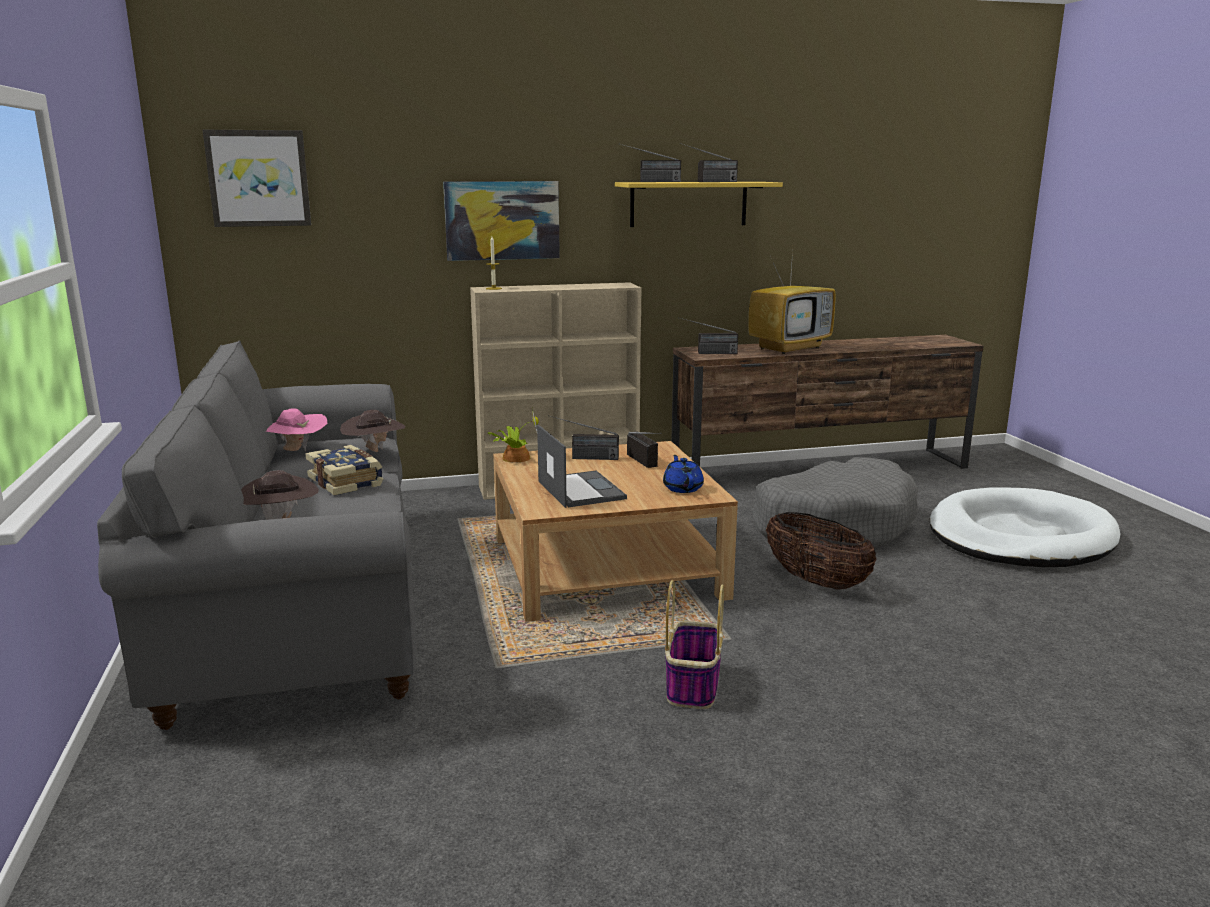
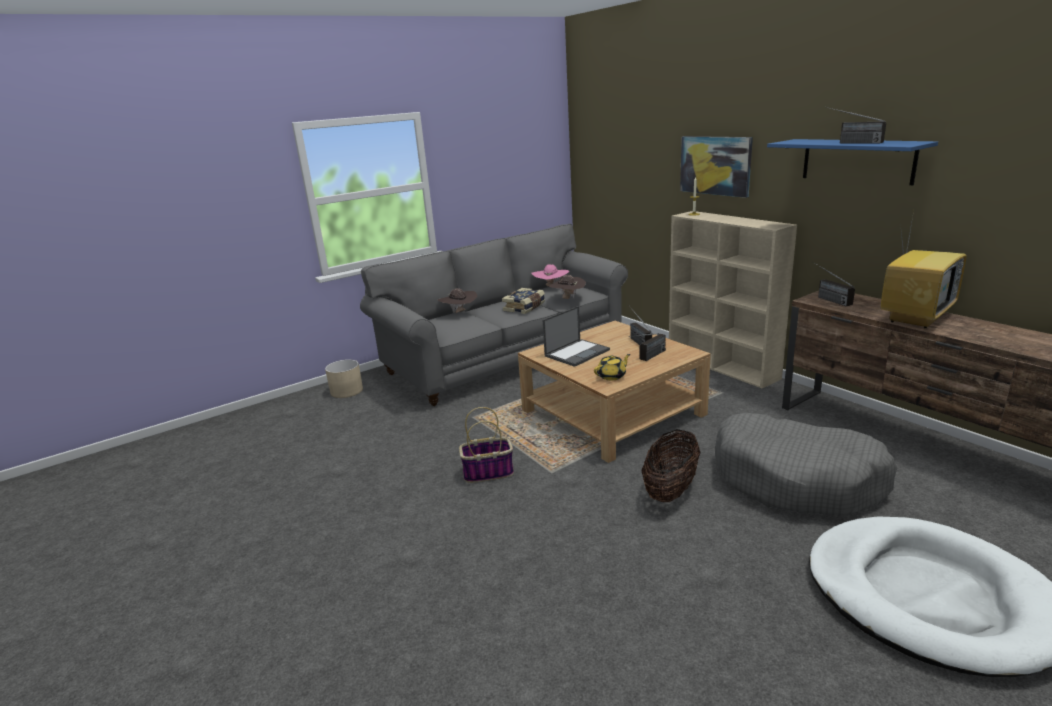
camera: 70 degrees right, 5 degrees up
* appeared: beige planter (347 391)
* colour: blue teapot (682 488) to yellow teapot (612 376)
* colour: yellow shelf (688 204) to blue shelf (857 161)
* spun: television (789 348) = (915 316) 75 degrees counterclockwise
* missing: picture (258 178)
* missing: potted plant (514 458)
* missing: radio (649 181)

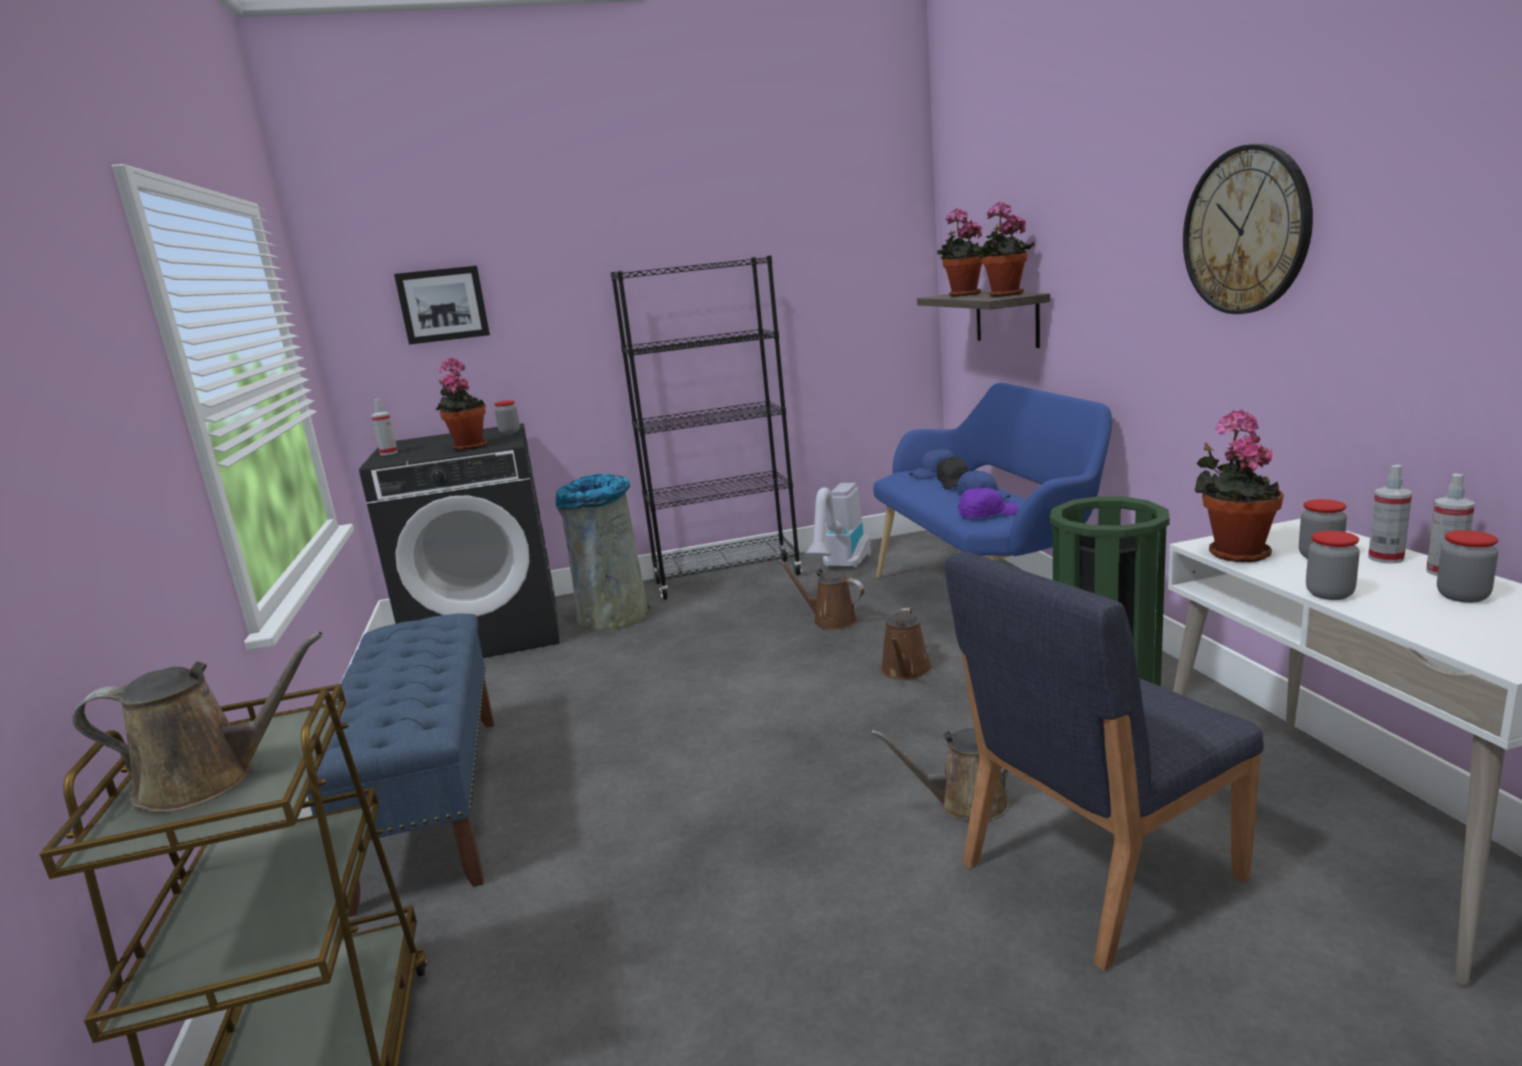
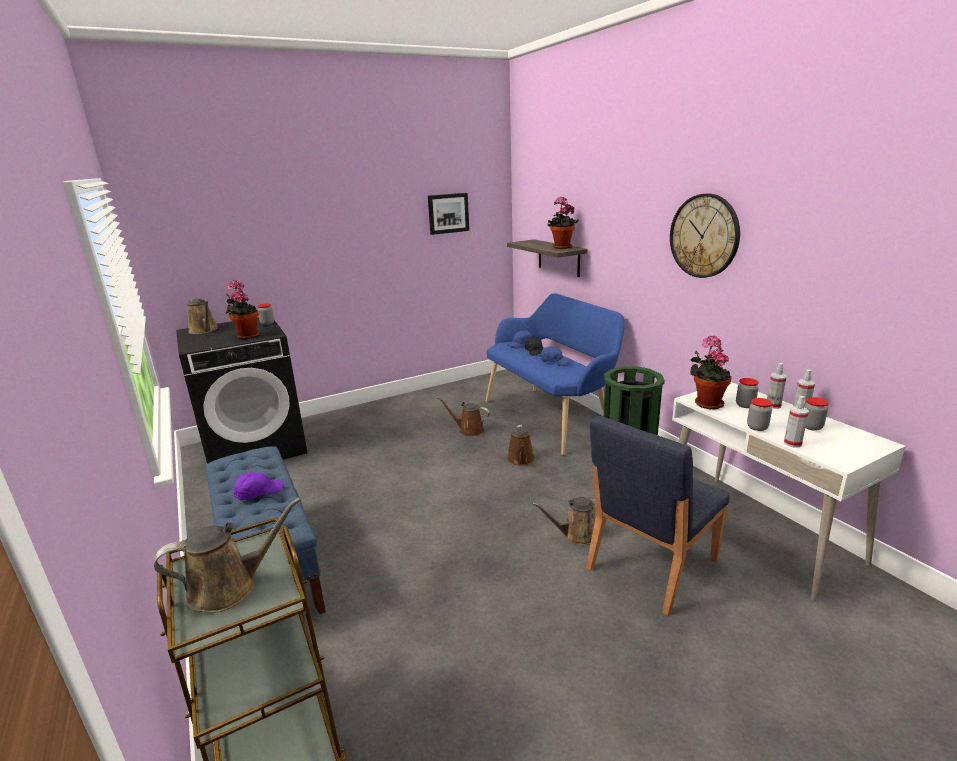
camera: 15 degrees left, 5 degrees up
* appeared: brown watering can (204 330)
* relocated: purple cap (986 515) to (258 492)
* relocated: picture (443 305) to (448 213)
* relocated: spray bottle (389 453) to (792 443)
* missing: grey trash can (612 616)
* missing: black bookcase (727 579)
* missing: vacuum cleaner (841 568)
* missing: potted plant (962 295)

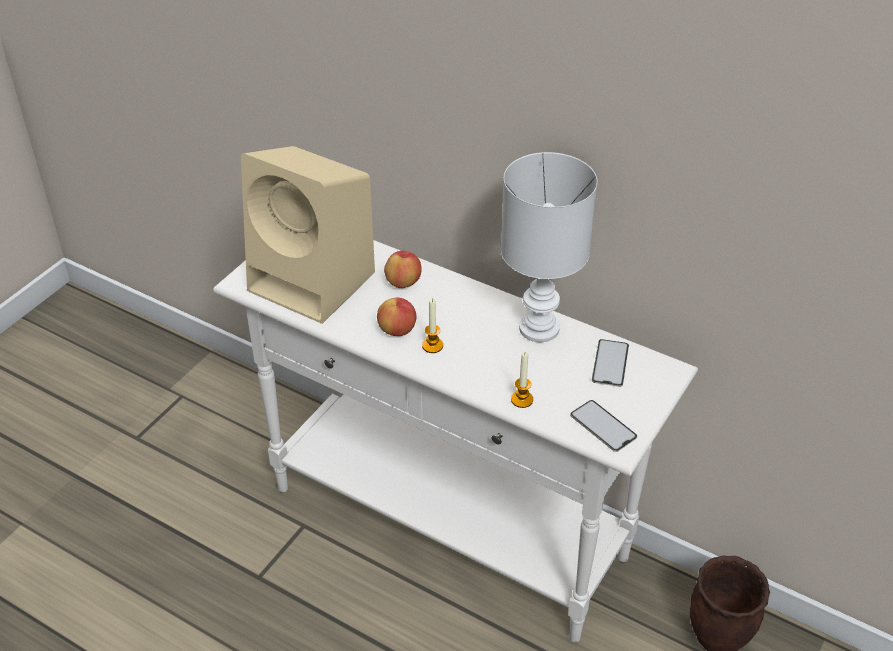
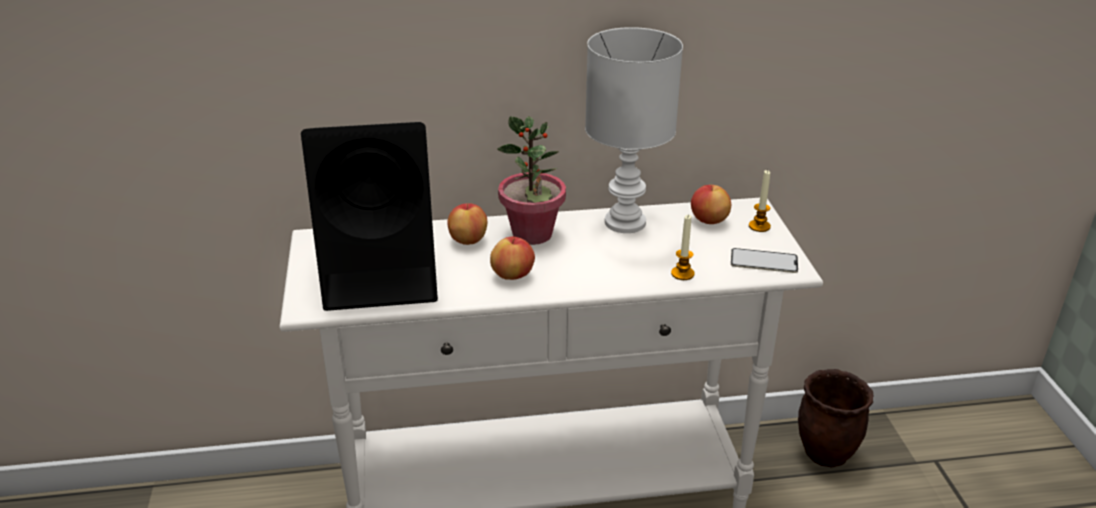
camera: 40 degrees left, 10 degrees down
* colour: beige speaker (315 282) to black speaker (384 274)
* appeared: potted plant (532 234)
* exchanged: phone (610 363) to apple (708 220)
* relocated: candle (432 346) to (759 226)

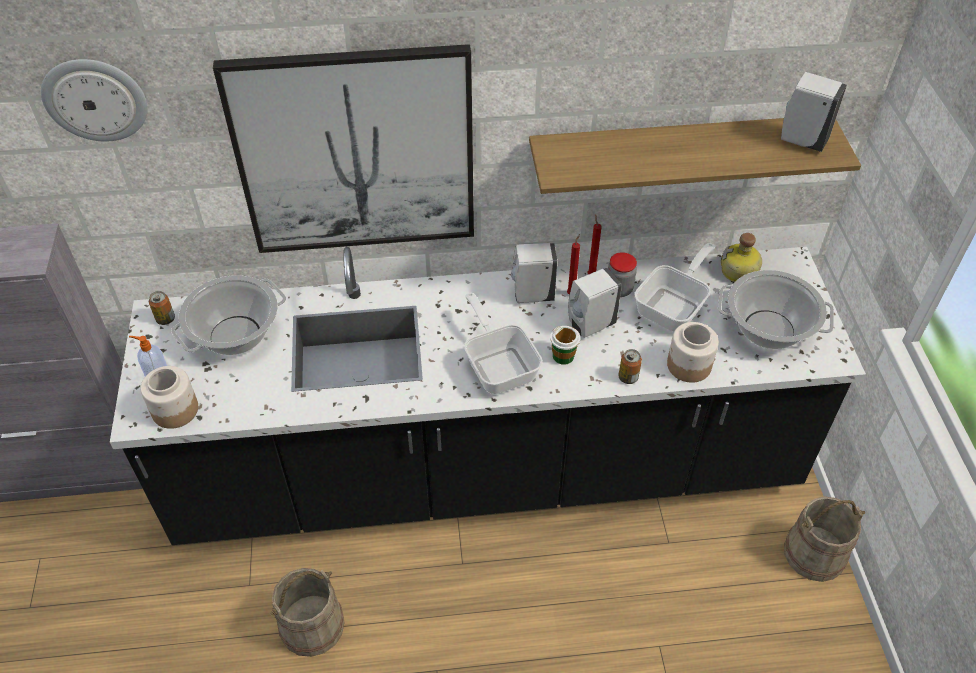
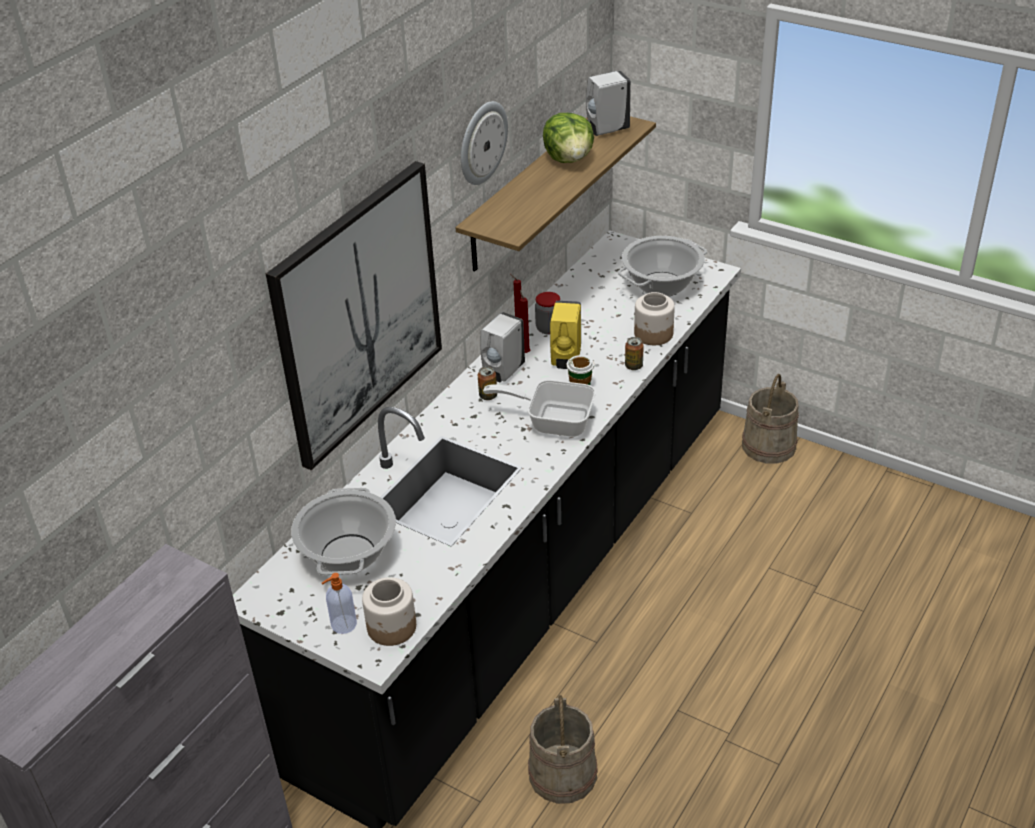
camera: 50 degrees left, 10 degrees down
* relocated: wall clock (95 99) to (481 142)
* relocated: can (165 319) to (488 396)
* appeared: lettuce (569 159)
* colour: white soap dispenser (589 325) to yellow soap dispenser (566 359)
* missing: frying pan (674 306)
* missing: bottle (739 272)

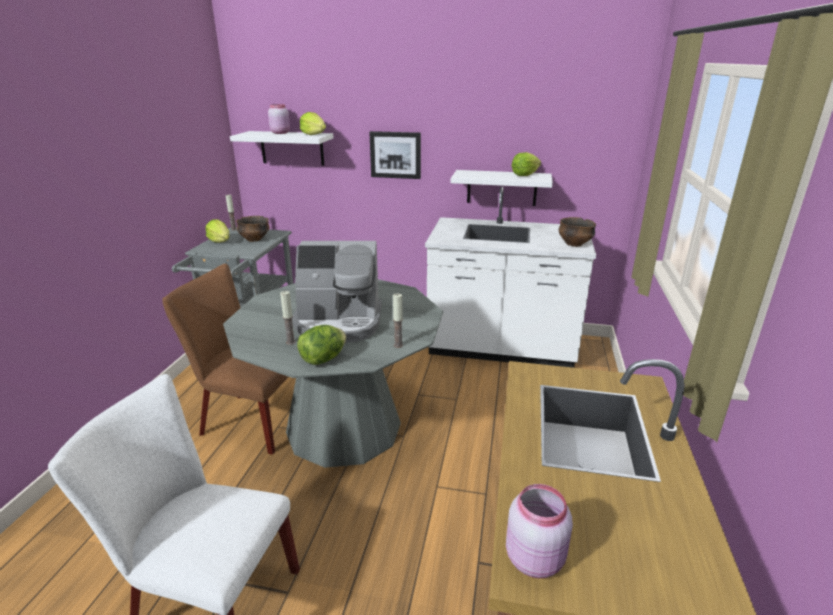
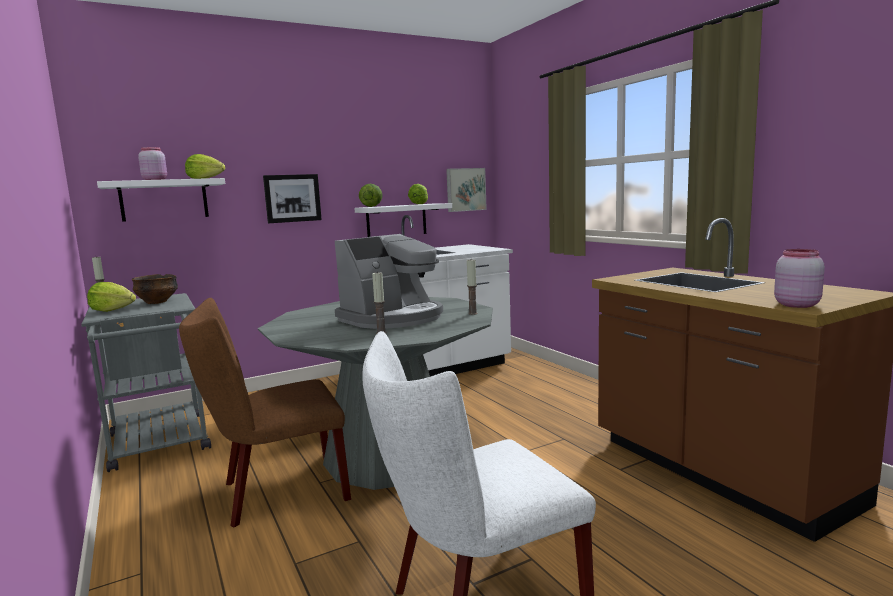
camera: 40 degrees left, 15 degrees down
* relocated: lettuce (323 359) to (371 206)
* appeared: picture (465 189)
* missing: bowl (574 244)

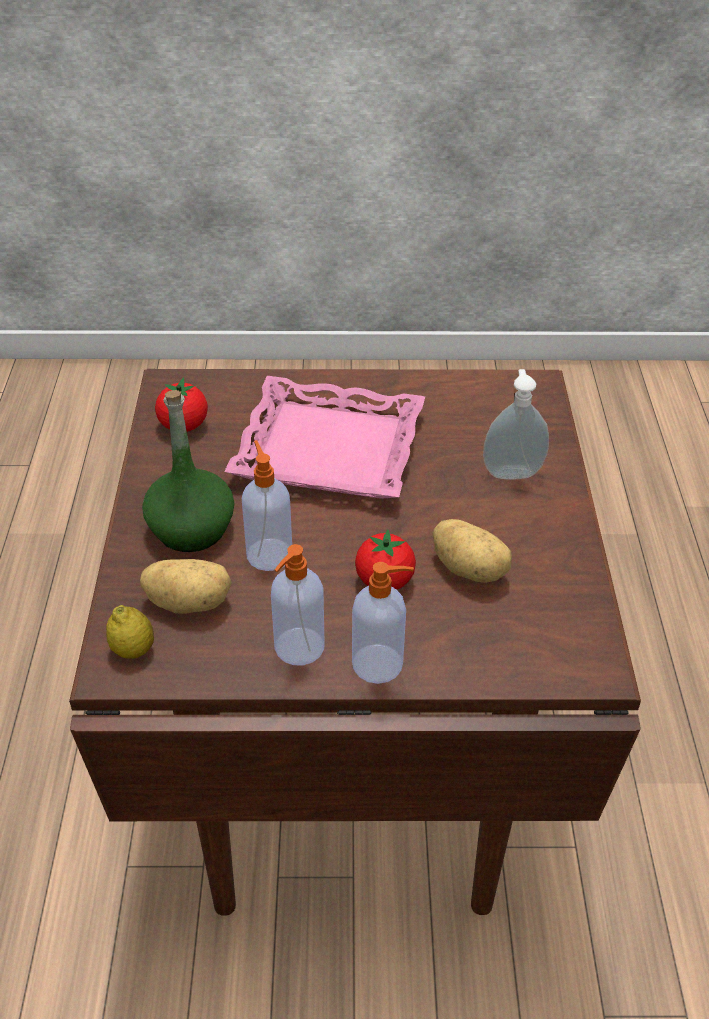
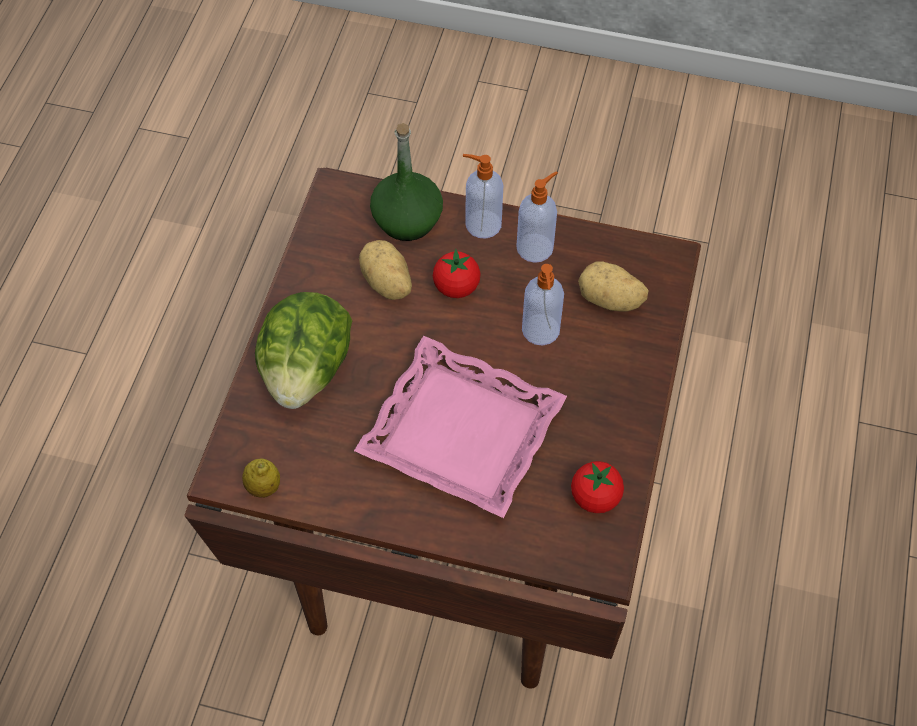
camera: 165 degrees left, 15 degrees up
* relocated: lemon (133 650) to (263 487)
* exchanged: soap dispenser (511 471) to lettuce (306 371)
* relocated: green bottle (191 529) to (407 220)

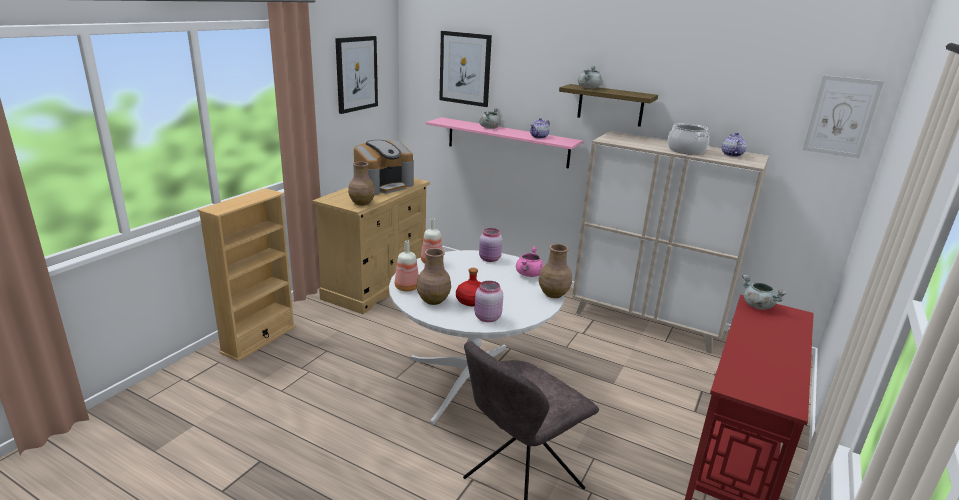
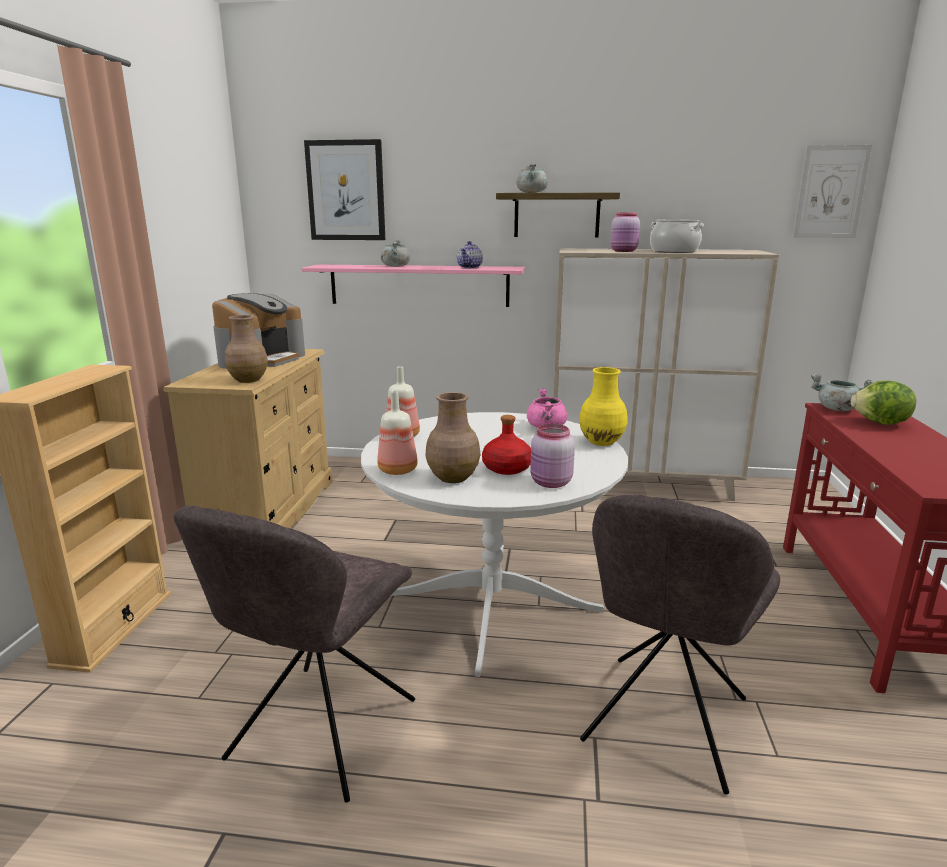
camera: 20 degrees left, 5 degrees down
* appeared: grey chair (319 734)
* colour: brown vase (554 294) to yellow vase (602 442)
* relocated: pink jar (490 259) to (624 251)
* appeared: lettuce (880 423)
* missing: picture (356 74)
* missing: teapot (731 154)

